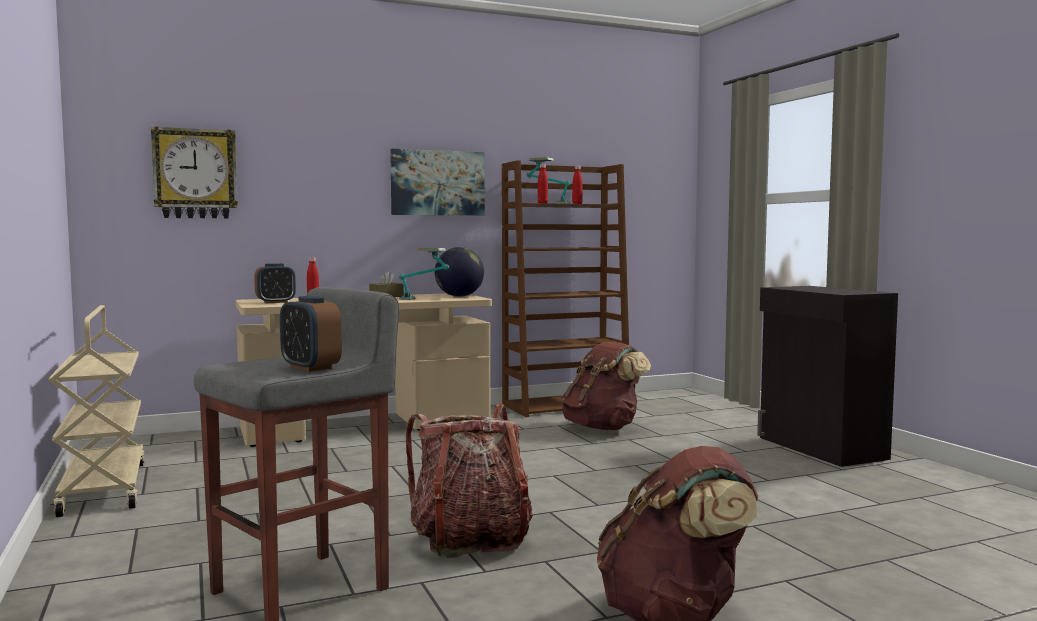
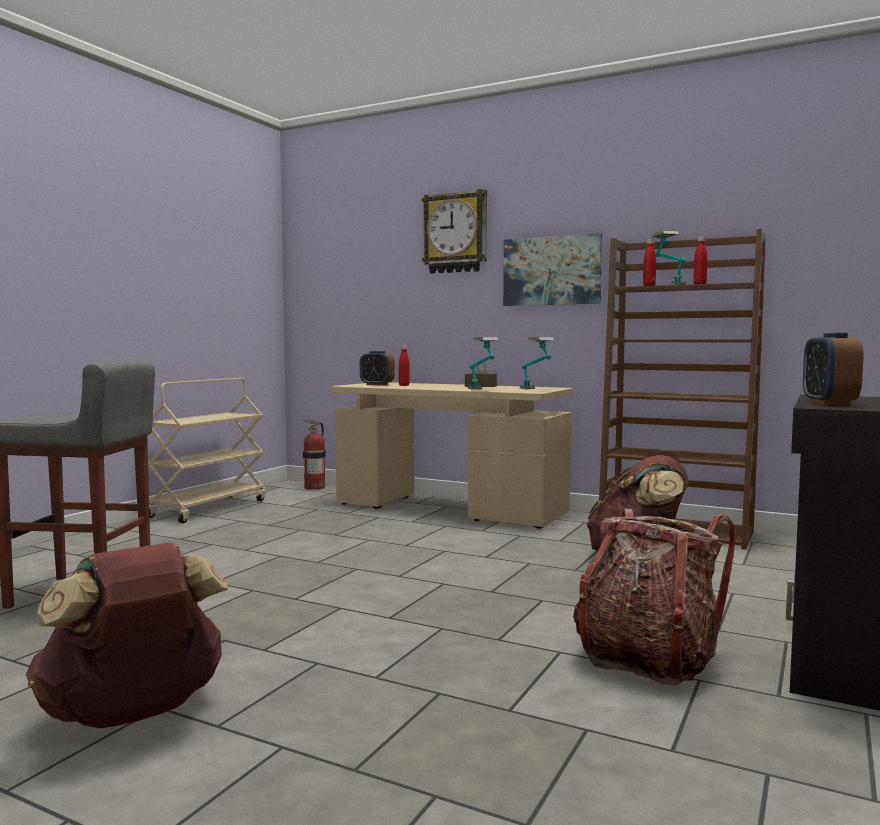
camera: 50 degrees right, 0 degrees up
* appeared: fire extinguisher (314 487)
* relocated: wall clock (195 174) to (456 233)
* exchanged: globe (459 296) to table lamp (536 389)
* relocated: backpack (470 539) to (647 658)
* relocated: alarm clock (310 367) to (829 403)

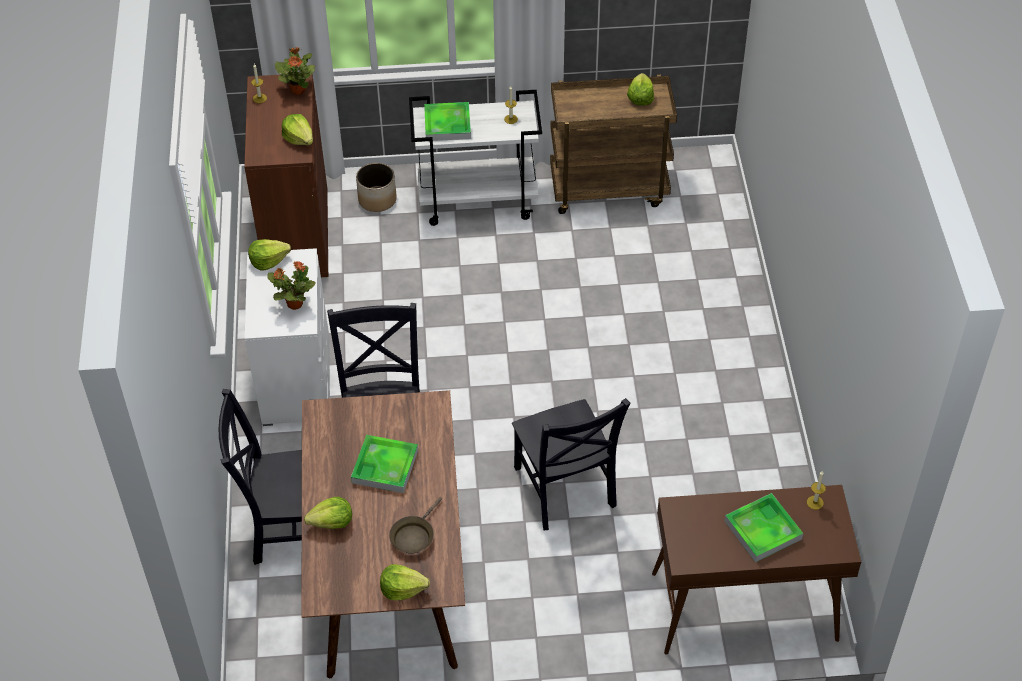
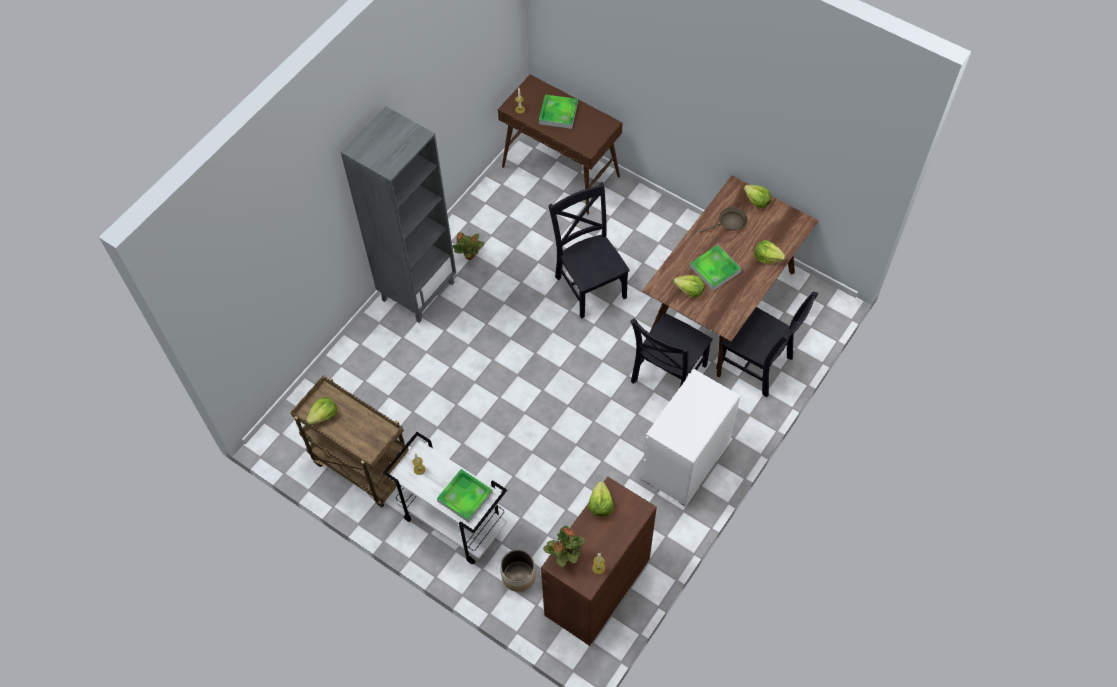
camera: 140 degrees left, 10 degrees up
* appeared: grey bookcase (418 290)
* relocated: potted plant (294 304) to (470 255)
* spun: black chair (565 490) = (589 284) 45 degrees counterclockwise
* relocated: lettuce (268 261) to (689 290)

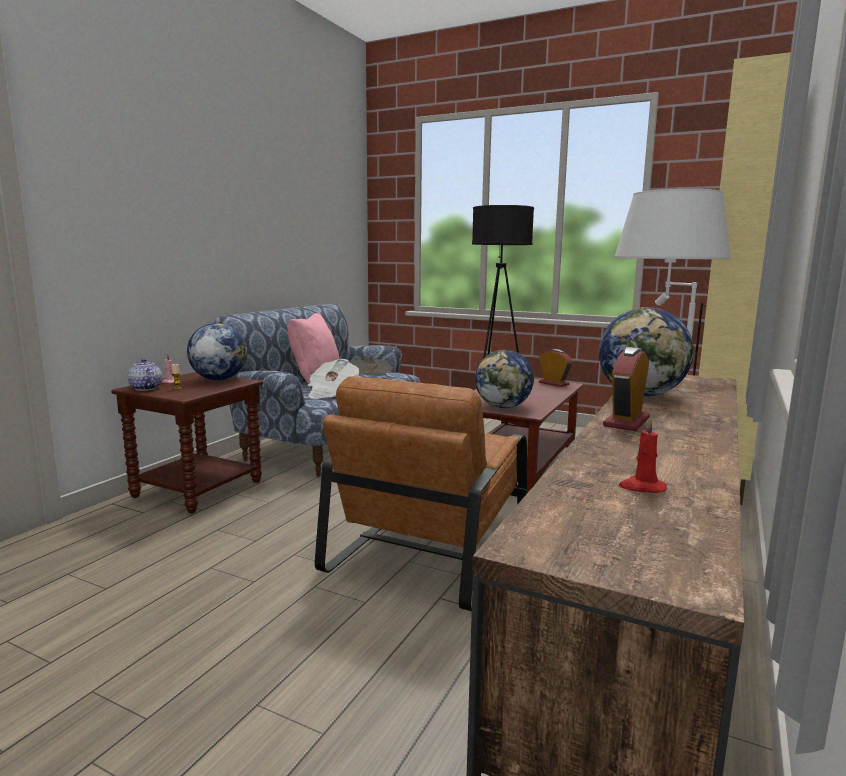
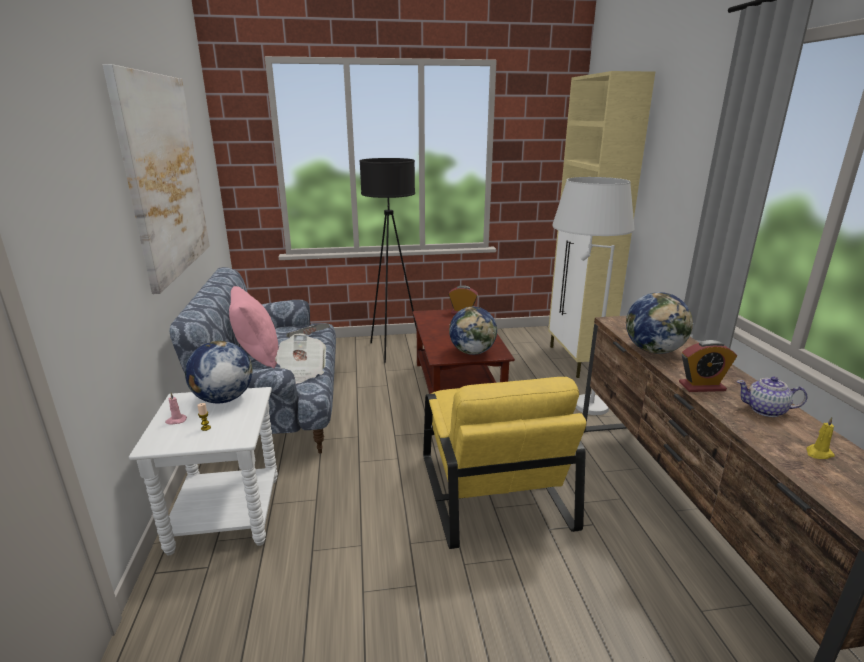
camera: 35 degrees left, 10 degrees up
* appeared: picture (164 176)
* colour: brown side table (197 489) to white side table (225 514)
* colour: brown armchair (430 547) to yellow armchair (492 488)
* spun: alarm clock (626 422) = (702 386) 90 degrees counterclockwise
* relocated: teapot (145 388) to (766 410)
* colour: red candle (641 487) to yellow candle (818 453)

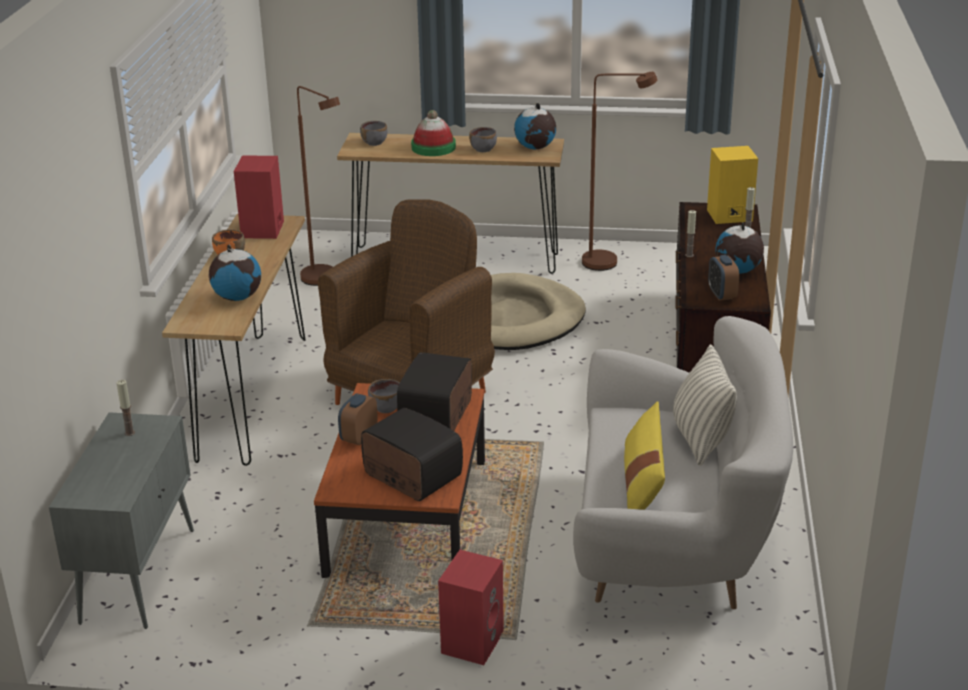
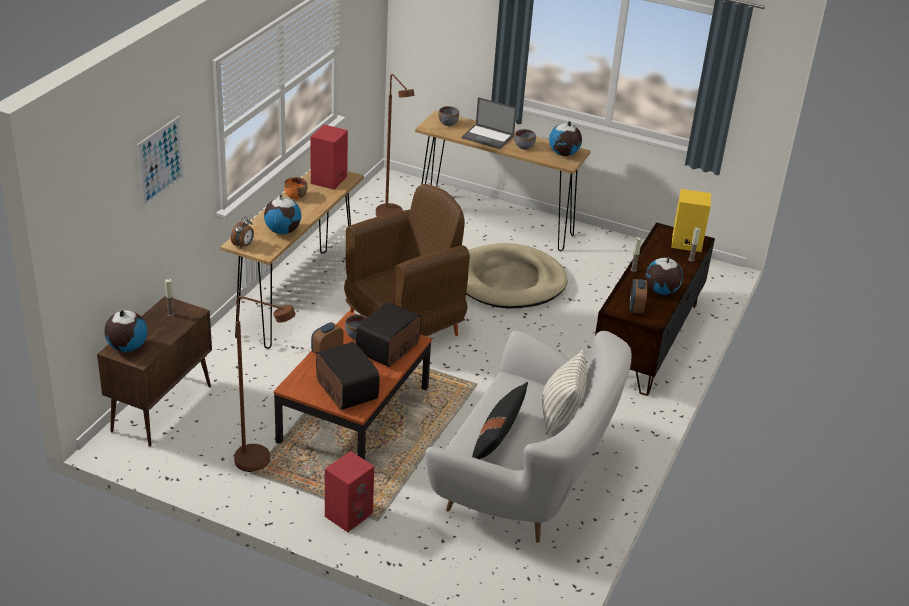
camera: 15 degrees right, 5 degrees up
* colour: grey cabinet (138 574) to brown cabinet (162 408)
* appeared: globe (127 347)
* appeared: picture (161 161)
* appeared: alarm clock (243 245)
* relocated: brown floor lamp (609 262) to (261 463)
* exchanged: hat (433 147) to laptop (488 137)
* colour: yellow pillow (642 483) to black pillow (497 437)

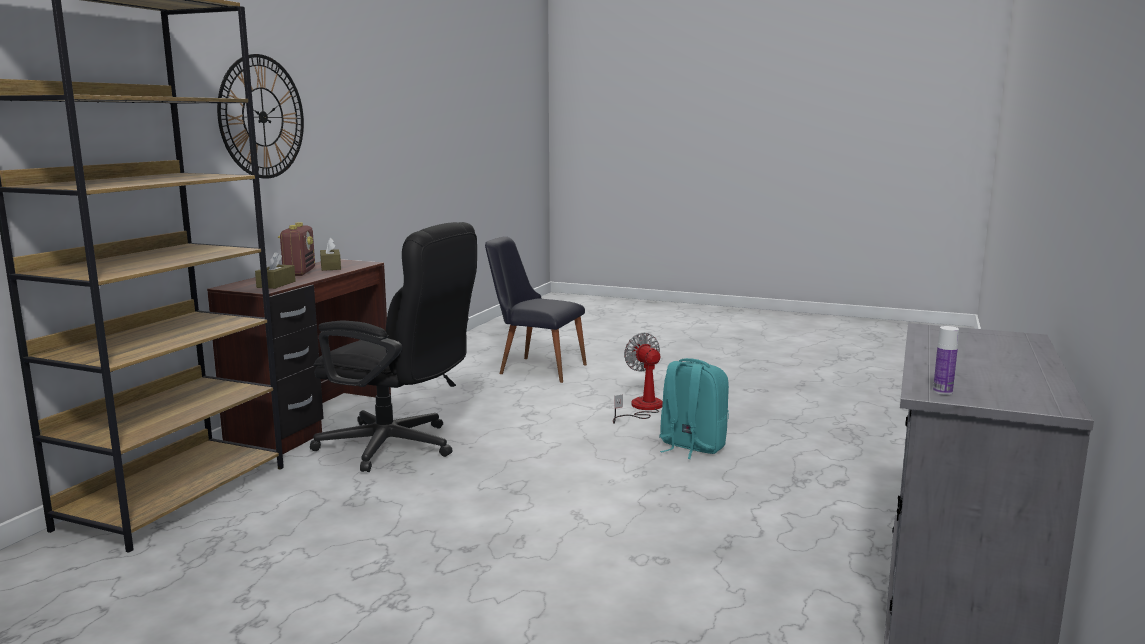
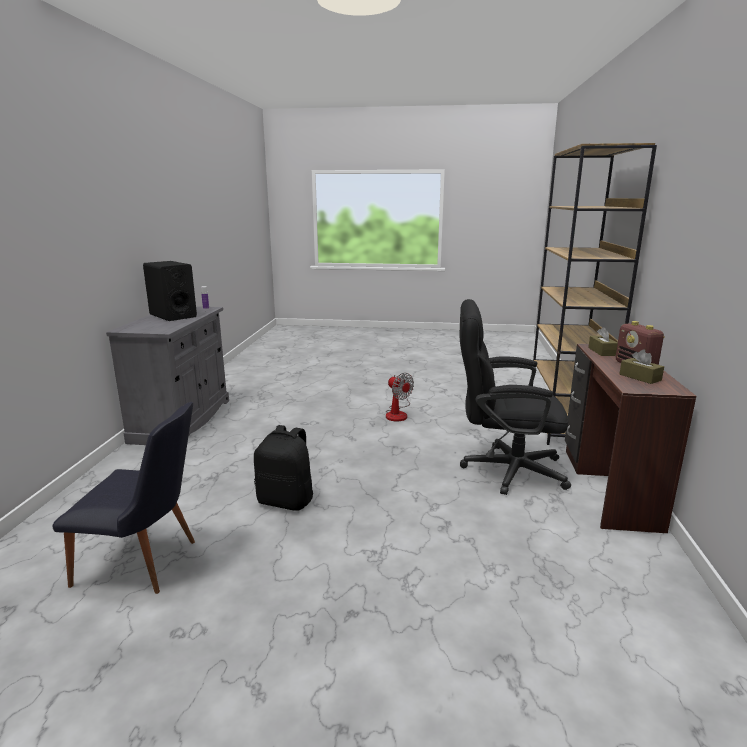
camera: 165 degrees right, 5 degrees up
* relocated: black chair (535 368) to (146 564)
* appeared: black speaker (173 316)
* colour: turquoise backpack (691 446) to black backpack (286 501)
* relocated: fan (642 408) to (398 413)
* missing: wall clock (262 117)

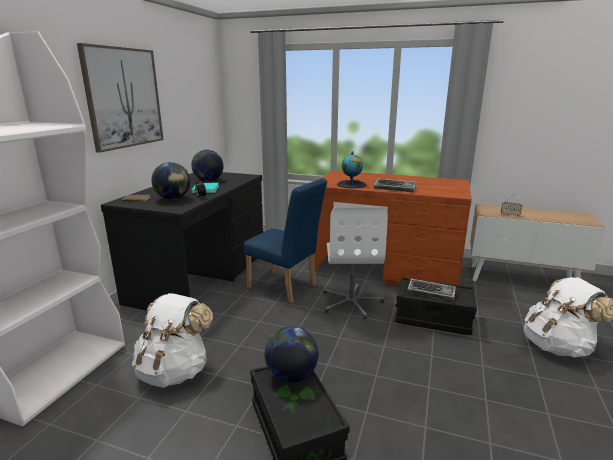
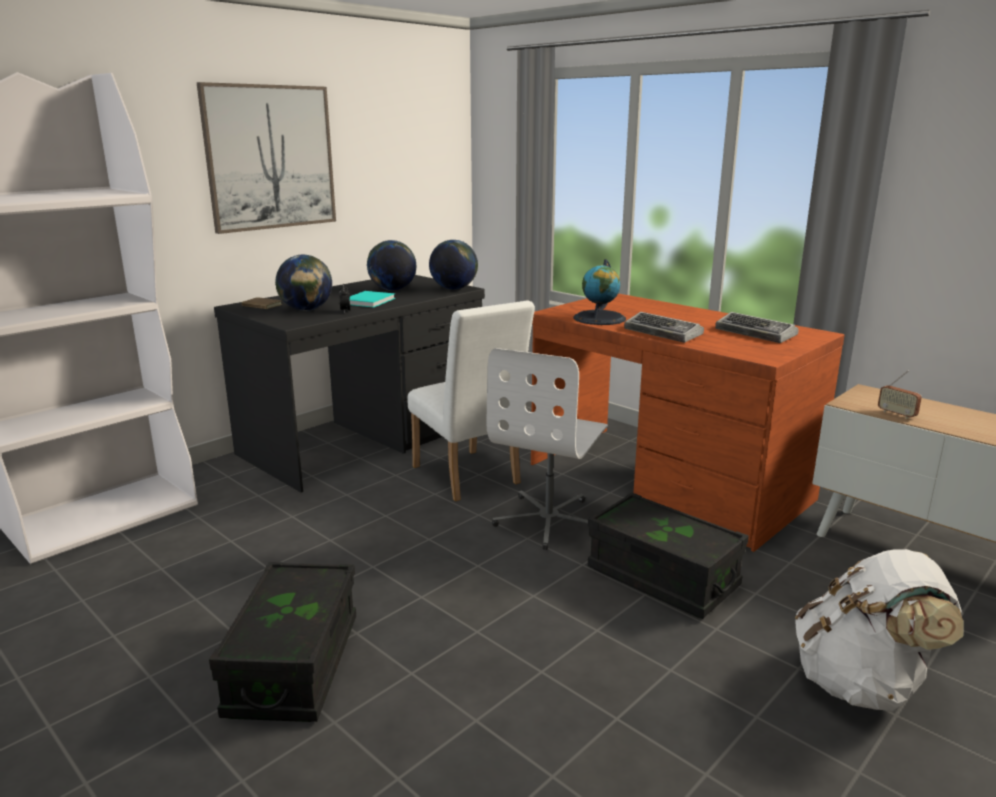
camera: 25 degrees right, 0 degrees up
* colour: blue chair (286 288) to white chair (469 478)
* relocated: globe (291 376) to (454 289)
* relocated: keyboard (431 293) to (756 333)
* missing: white backpack (175 371)

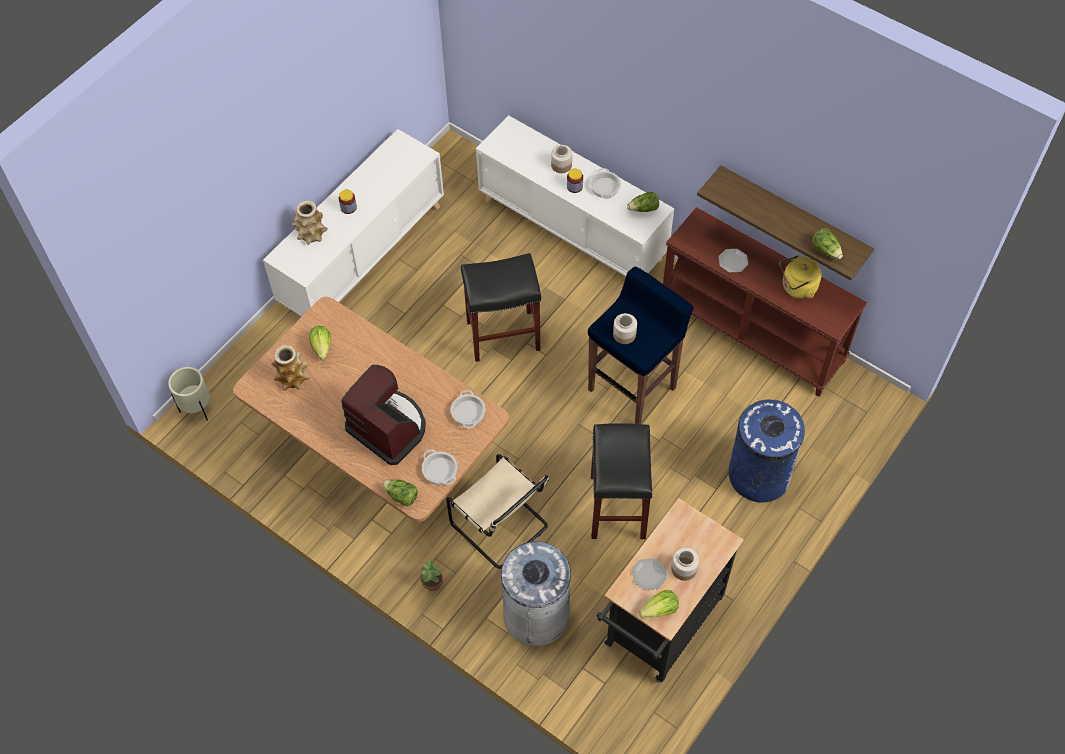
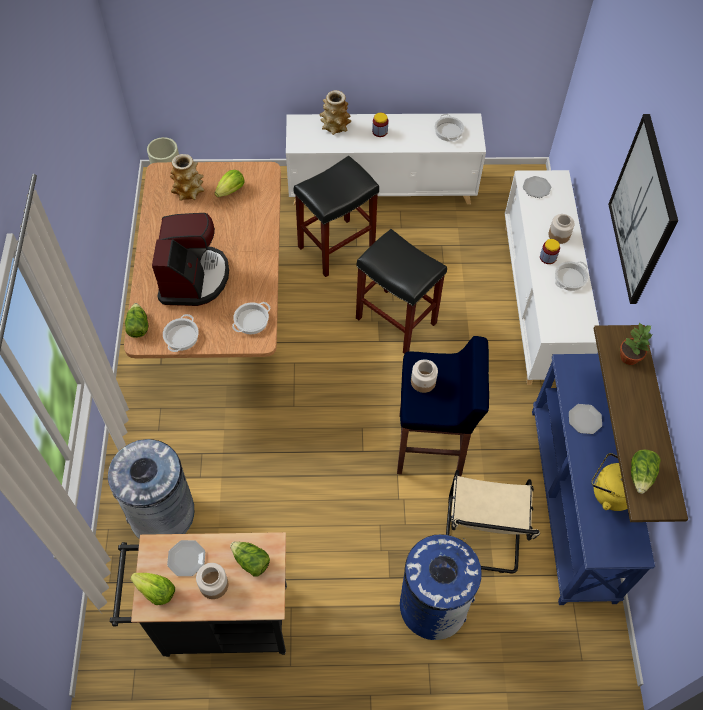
camera: 50 degrees right, 0 degrees up
* relocated: lettuce (644 209) to (251 561)
* relocated: black stool (618 508) to (336 248)
* appeared: cooking pot (448 131)
* relocated: beige chair (502 527) to (482 536)
* appeared: plate (536 188)
* colour: brown console table (752 331) to blue console table (573 502)
* appeared: picture (643 211)
* relocated: potted plant (432 583) to (629 356)

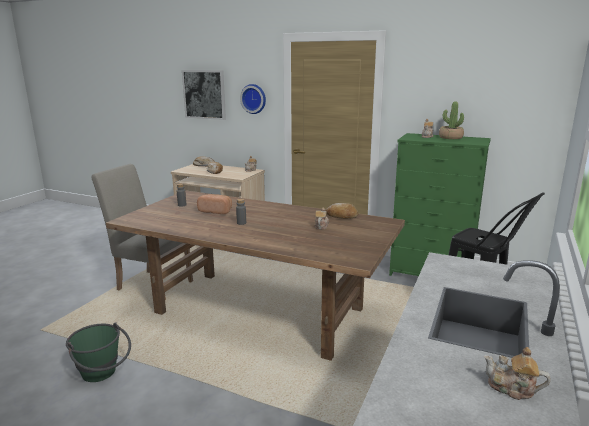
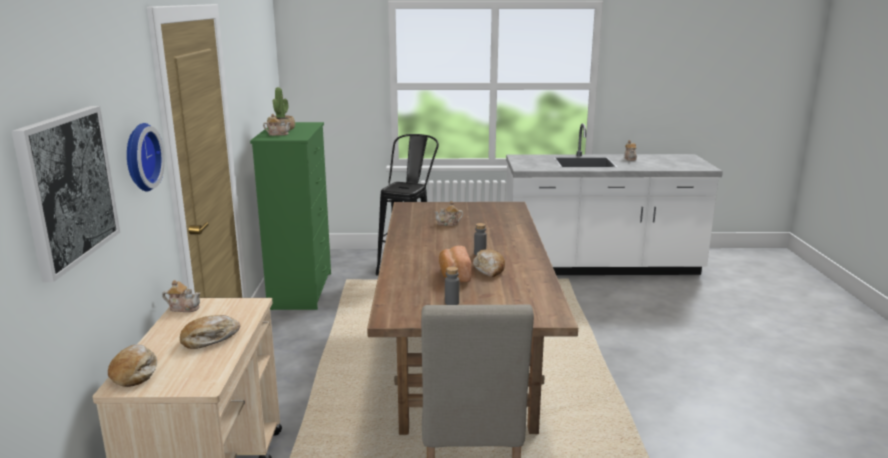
camera: 115 degrees left, 0 degrees up
* relocated: bread (341 216) to (489 269)
* missing: green bucket (103 374)

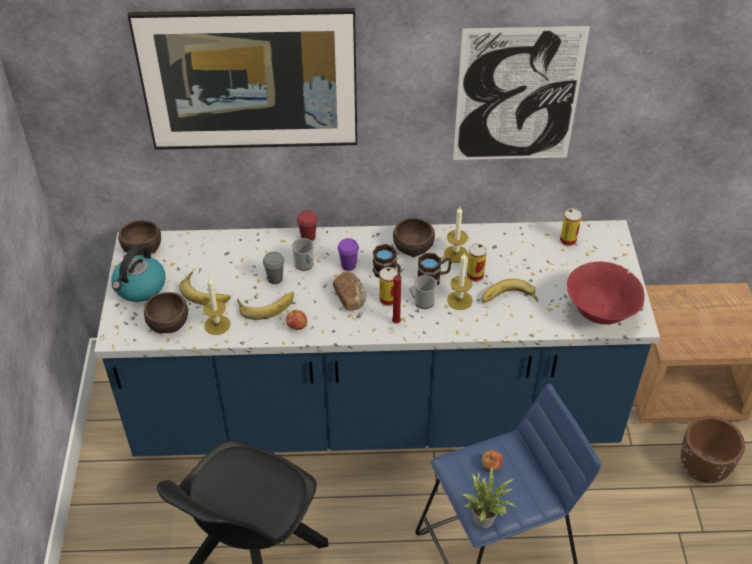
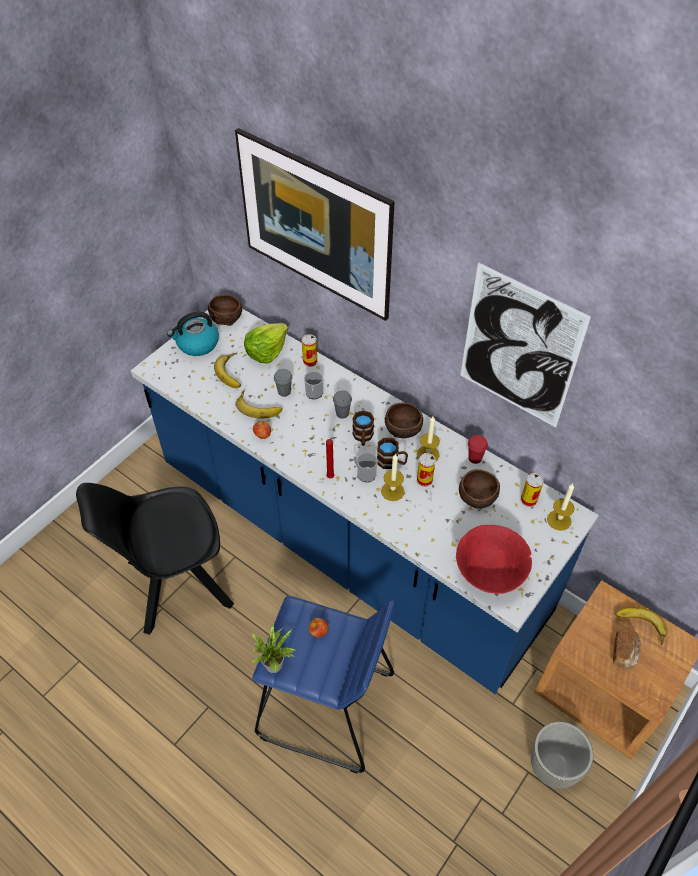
camera: 40 degrees right, 5 degrees up
* appeared: lettuce (266 351)
* relocated: can (388 299) to (310 361)
* colour: purple cup (348 265) to grey cup (342 413)
* relocated: brown bowl (169 321) to (478 496)
* relocated: red cup (308 237) to (474 458)
* colour: brown planter (703 468) to grey planter (553 767)
* relocated: candle (217 324) to (559 520)
* relocated: bread (350 297) to (624 653)
* relocated: banana (509 299) to (640 627)

